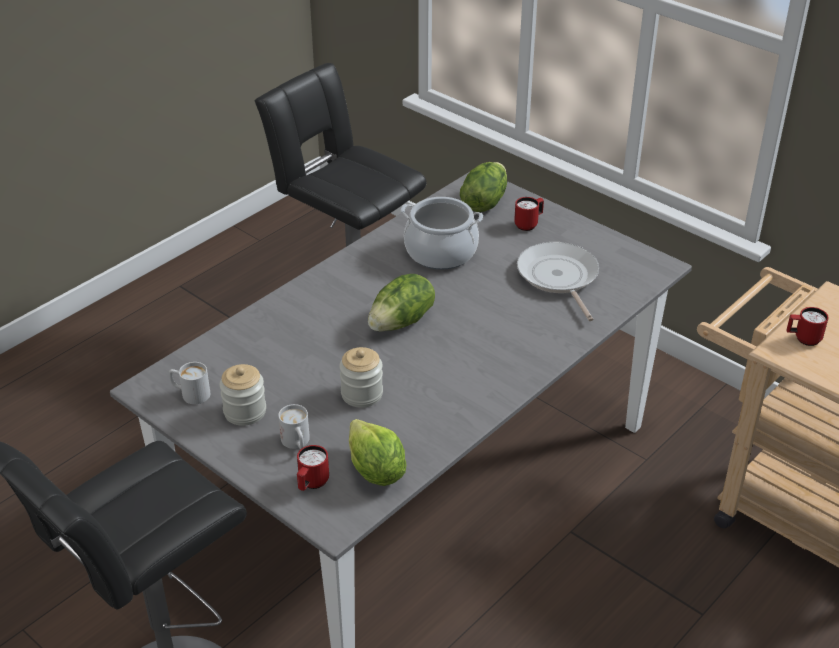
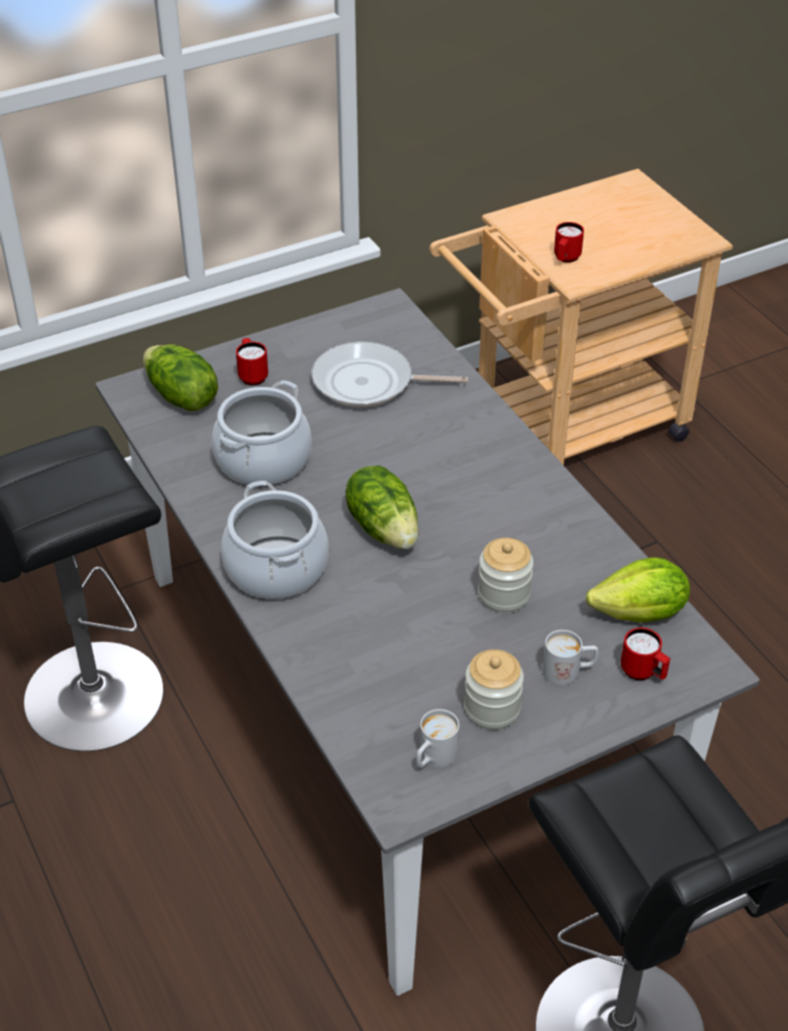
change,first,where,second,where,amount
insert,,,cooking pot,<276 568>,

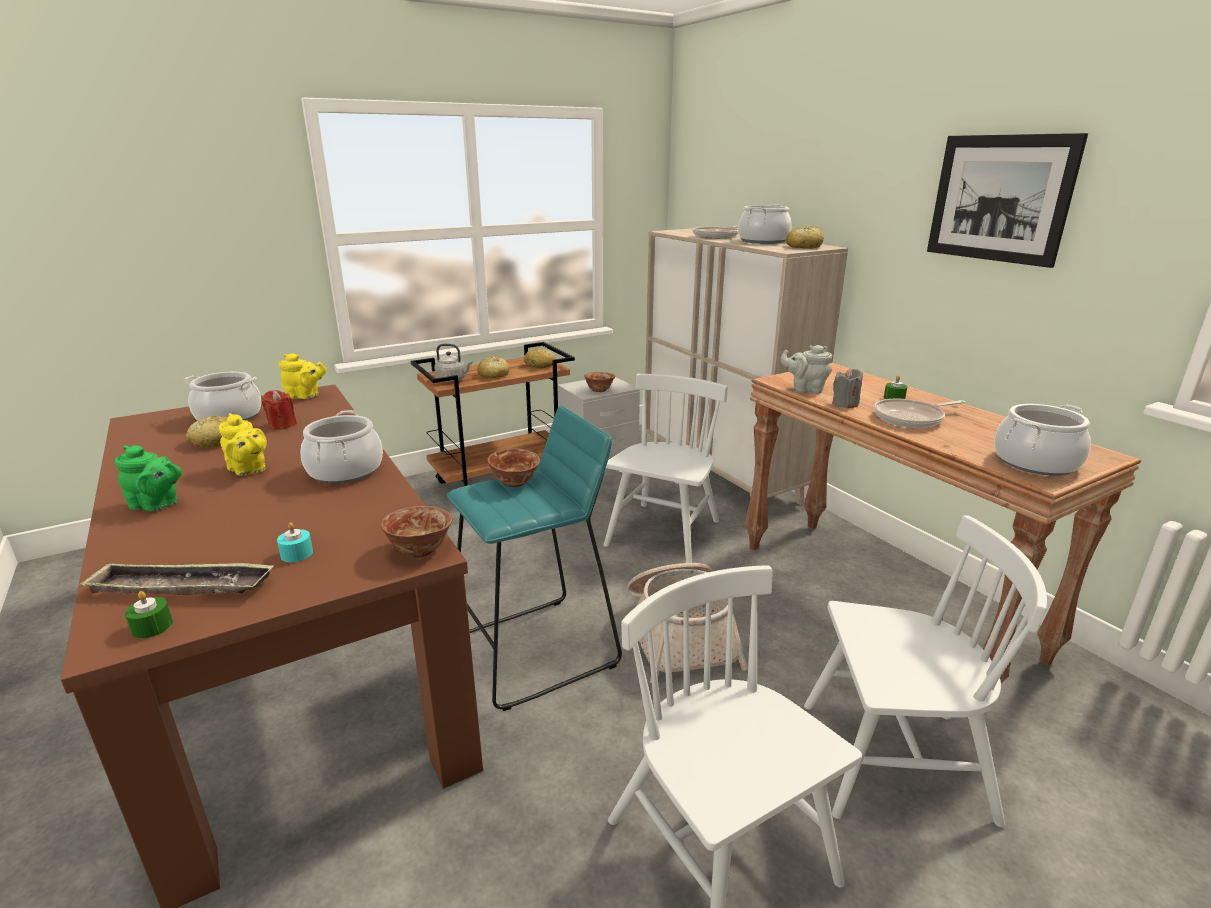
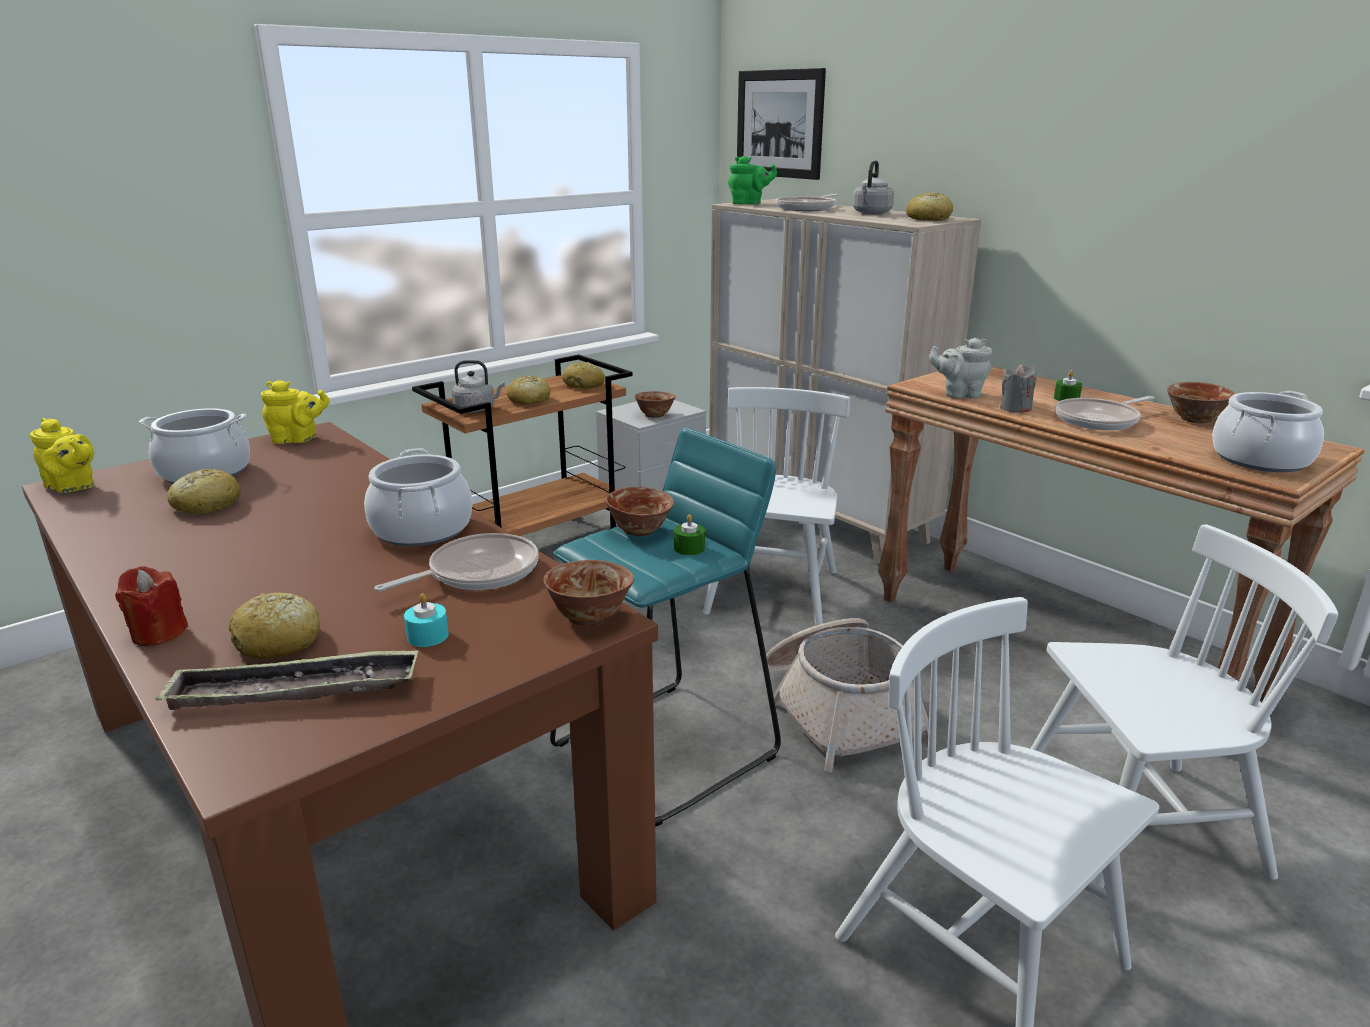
change,first,where,second,where,amount
insert,,,bread,<278 642>,
insert,,,frying pan,<477 572>,
insert,,,bowl,<1194 419>,
move,green teapot,<157 505>,,<749 204>,
move,green candle,<152 626>,,<689 548>,
move,yellow teapot,<248 470>,,<72 487>,
move,red candle,<282 425>,,<158 633>,
move,picture,<1000 198>,,<779 124>,
replace,cooking pot,<763 241>,grey kettle,<871 213>,

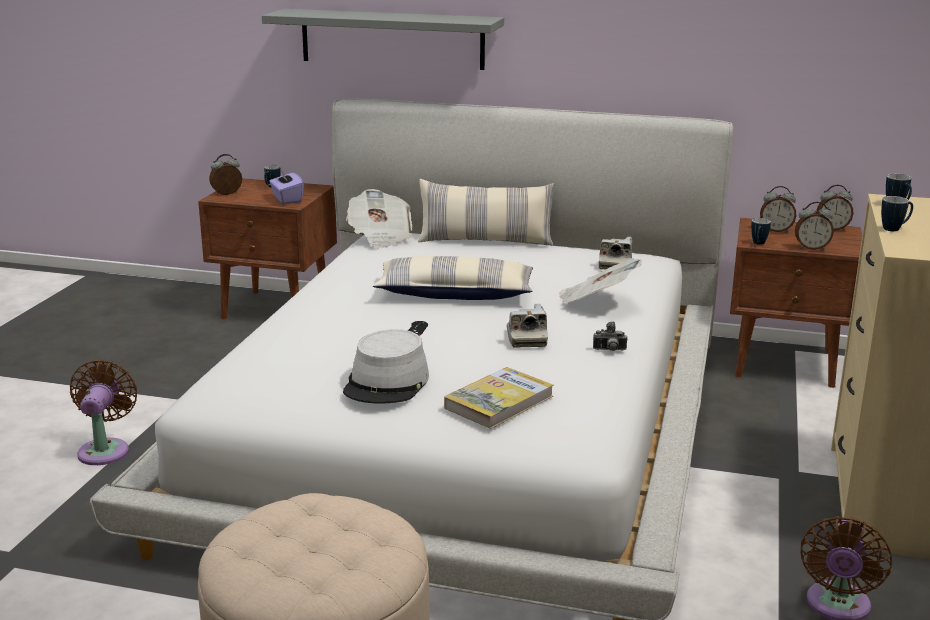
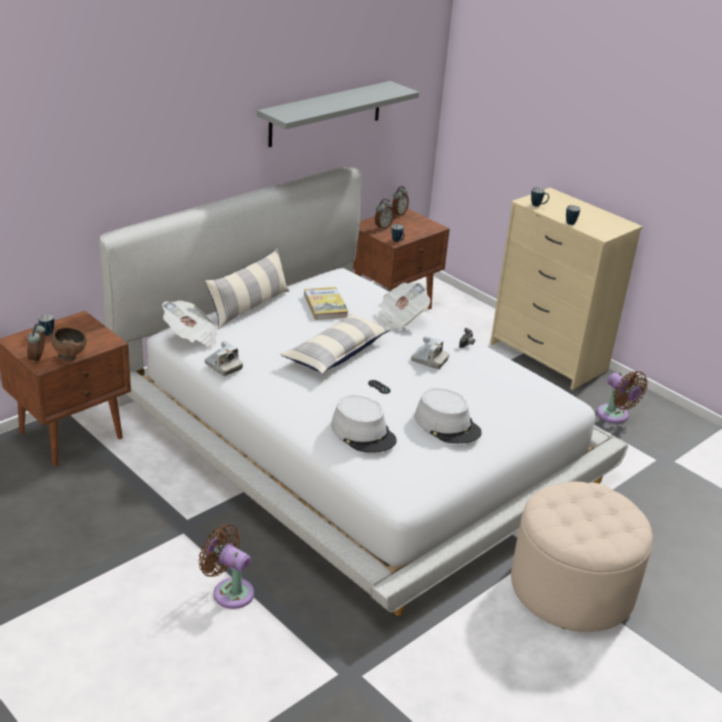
change,first,where,second,where,amount
delete,purple tissue box,<287 199>,,,
delete,alarm clock,<811 248>,,,
insert,,,brown bowl,<70 358>,
insert,,,grey hat,<363 433>,
move,grey shelf,<392 39>,,<326 113>,
move,book,<499 402>,,<325 306>,
move,photo camera,<615 264>,,<223 366>,

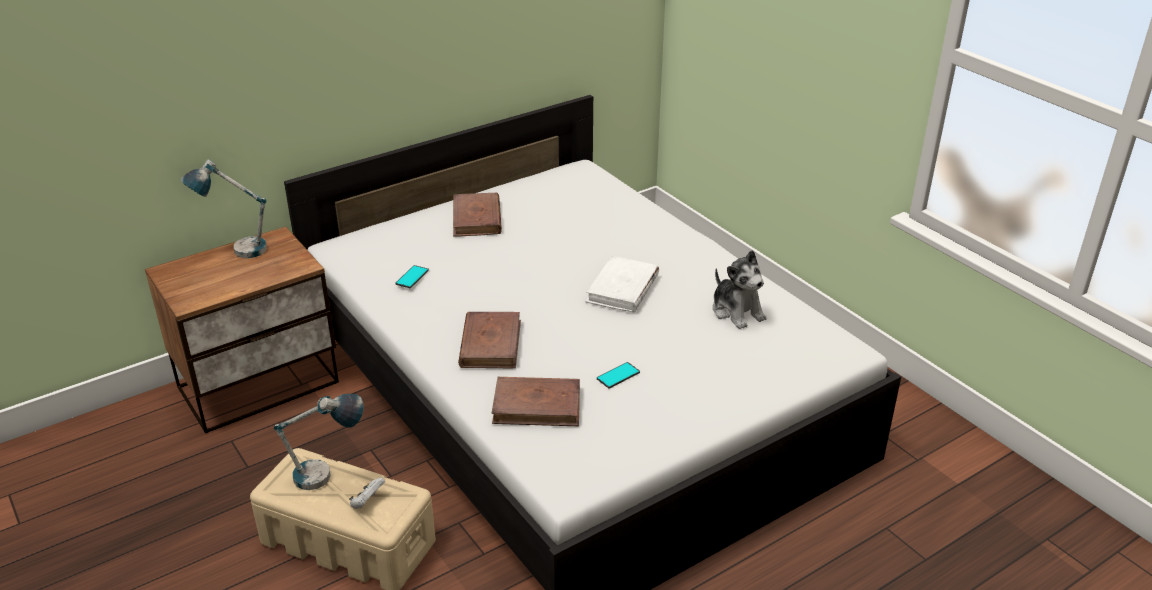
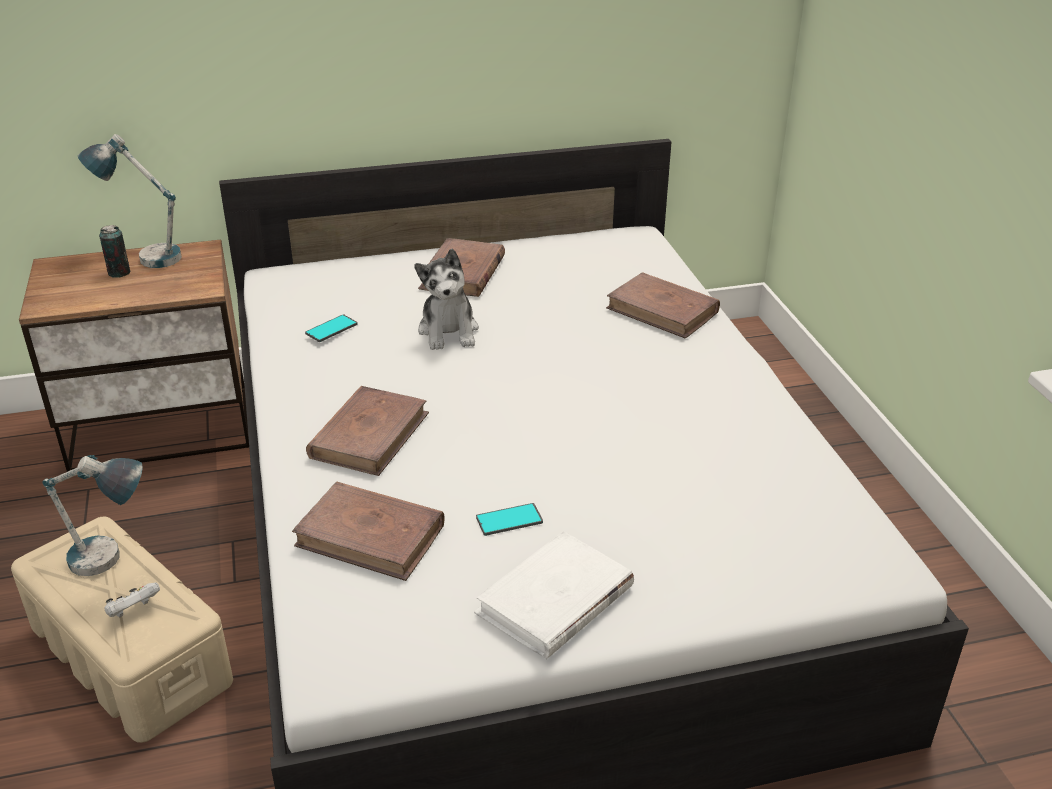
change,first,where,second,where,amount
insert,,,can,<119 273>,
insert,,,brown book,<663 310>,
move,white book,<622 288>,,<554 600>,
move,plush toy,<737 311>,,<449 331>,

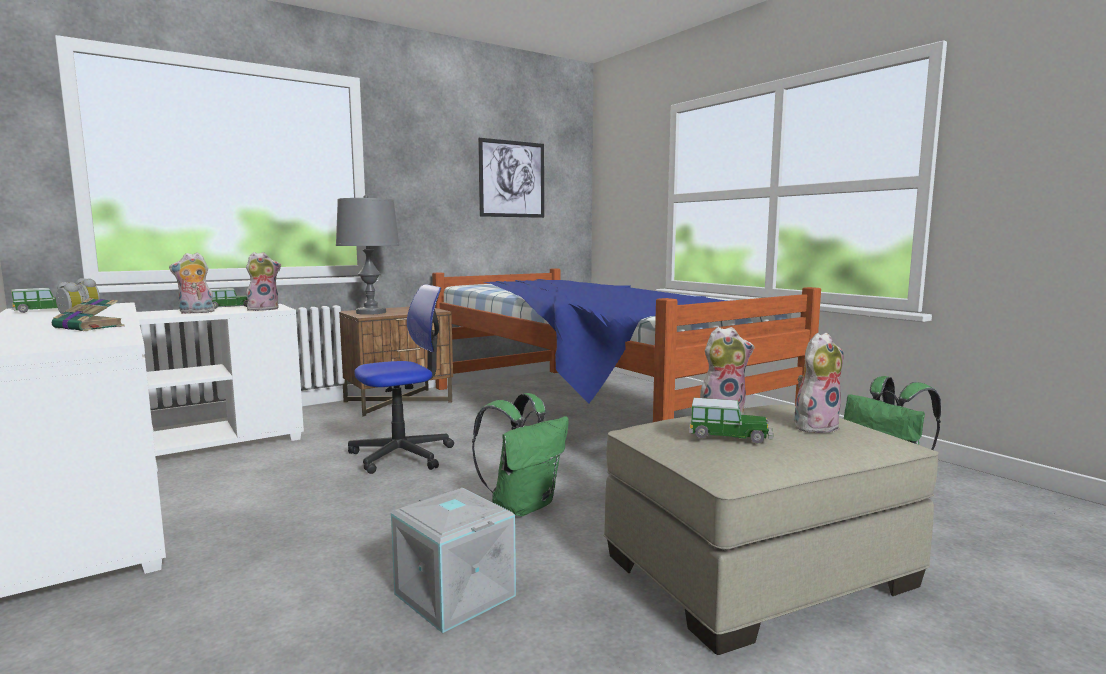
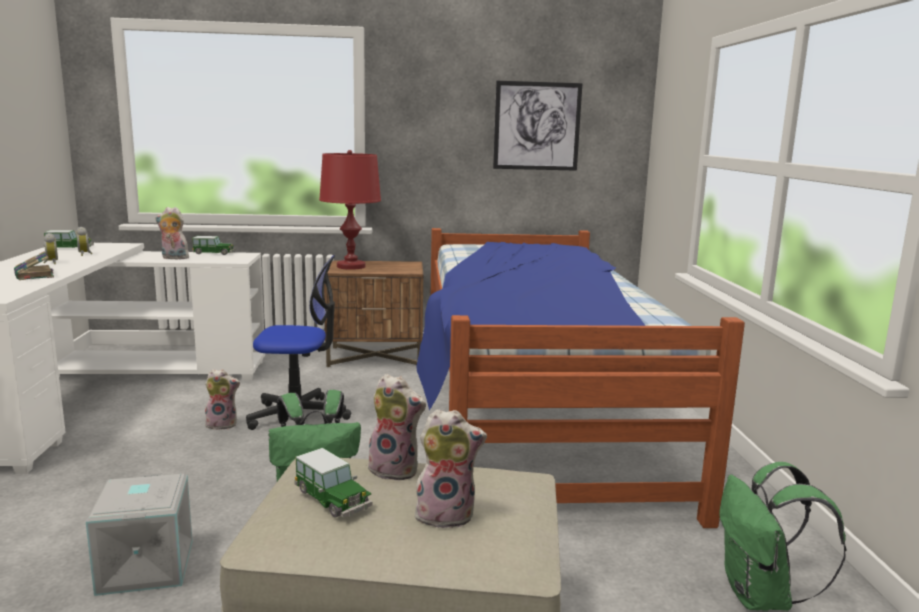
change,first,where,second,where,amount
move,plush toy,<264 309>,,<223 424>,
recolor,grey table lamp,<371 312>,red table lamp,<351 266>,

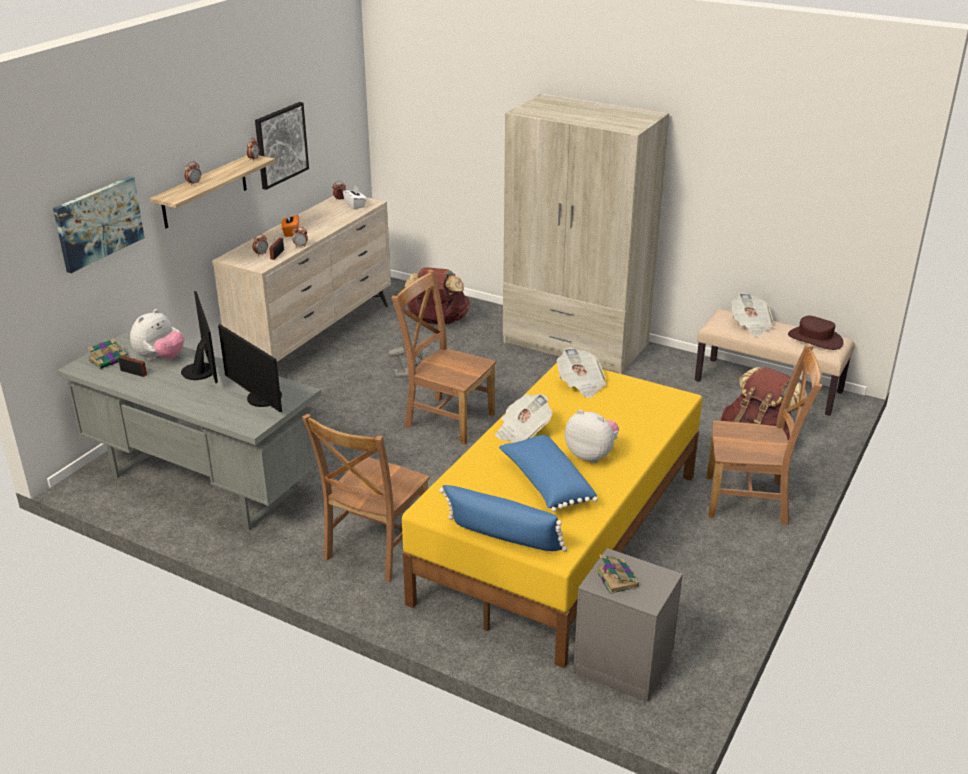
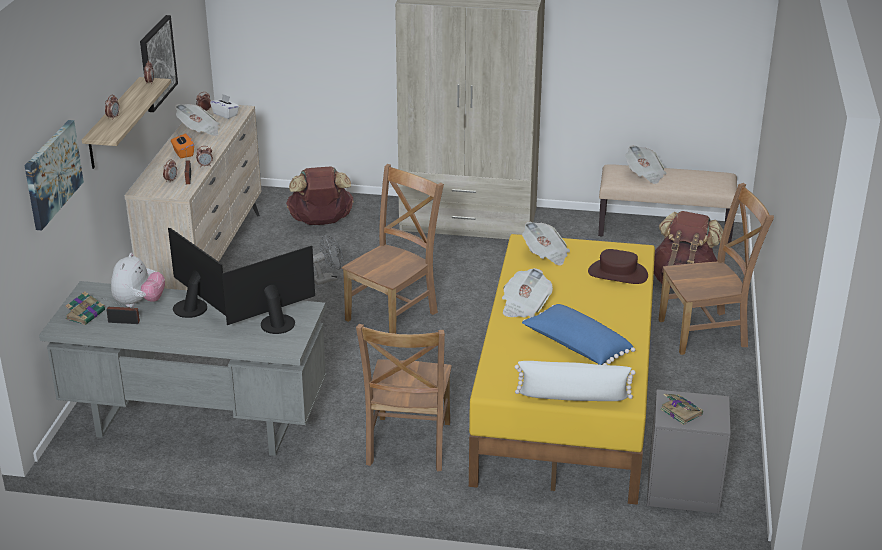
change,first,where,second,where,amount
delete,plush toy,<591 455>,,,
insert,,,newspaper,<199 130>,
move,brown hat,<815 339>,,<617 274>,
recolor,blue pillow,<504 538>,white pillow,<573 399>,
rotate,monitor,<261 399>,,<275 322>,120 degrees clockwise
rotate,brown chair,<446 419>,,<394 314>,120 degrees clockwise

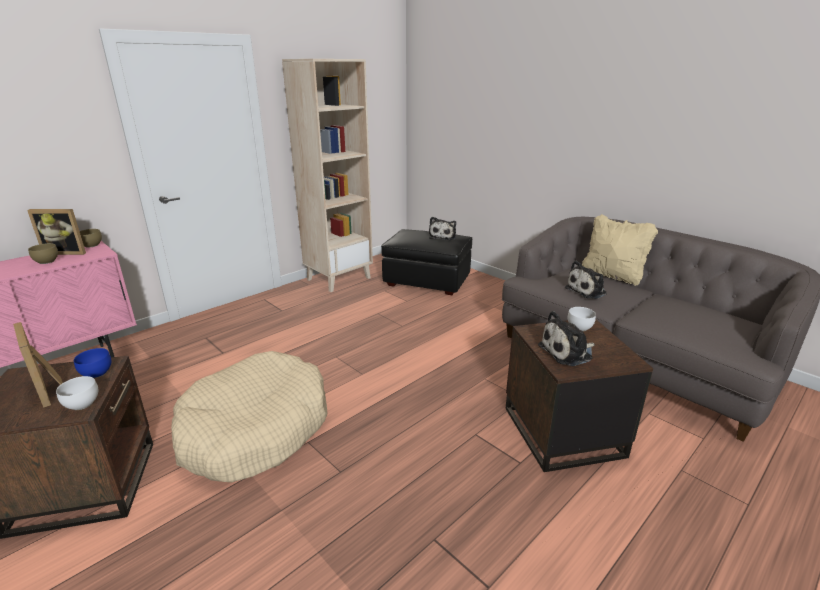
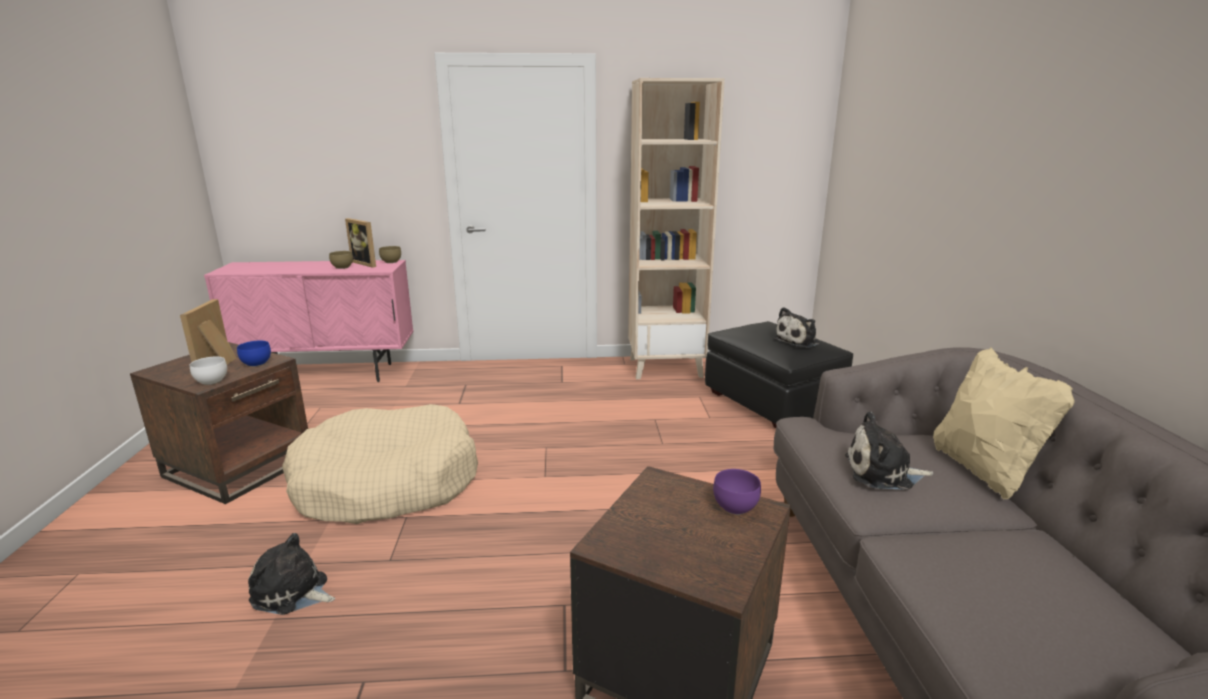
change,first,where,second,where,amount
move,plush toy,<568 352>,,<293 593>,
recolor,white bowl,<579 327>,purple bowl,<735 506>,

